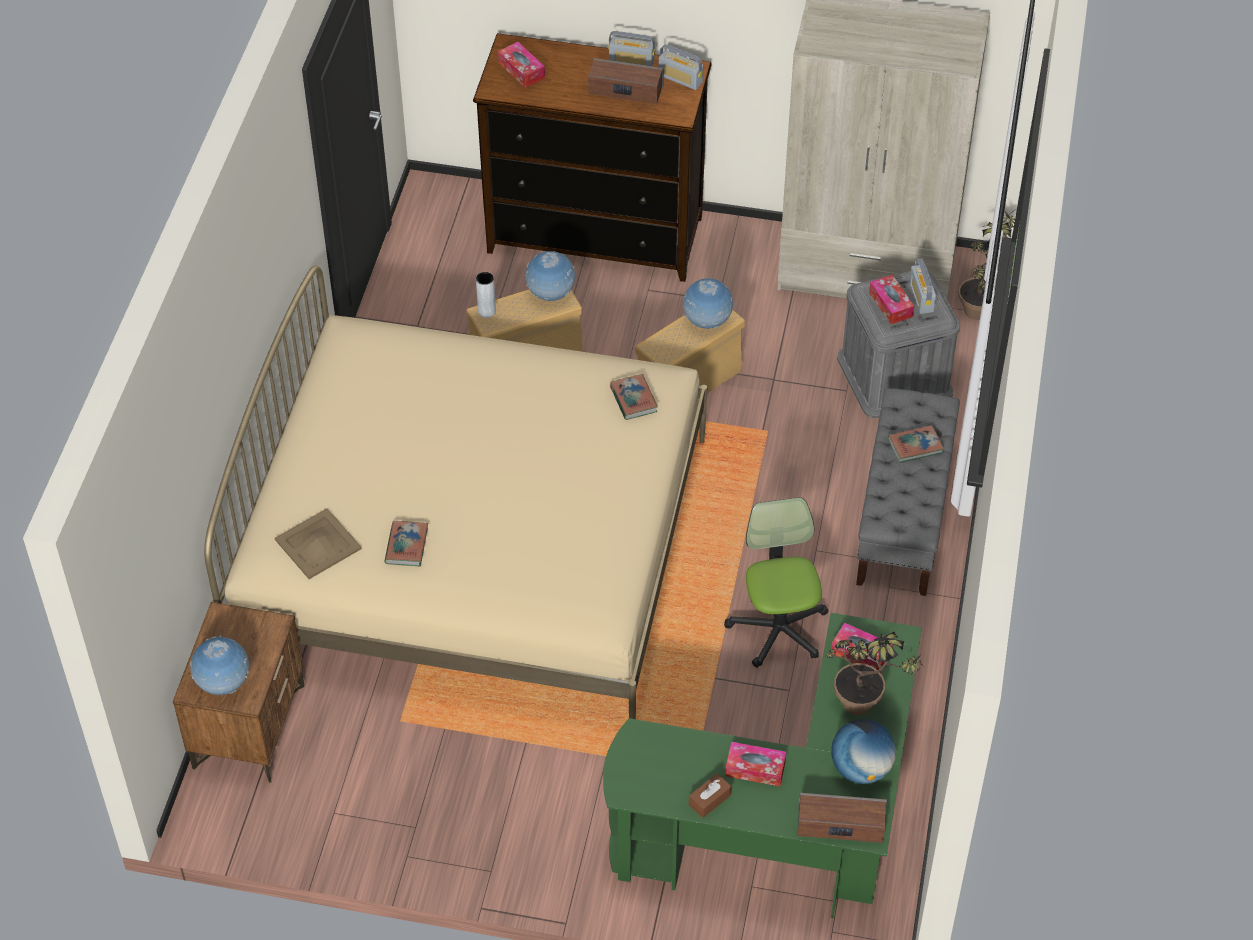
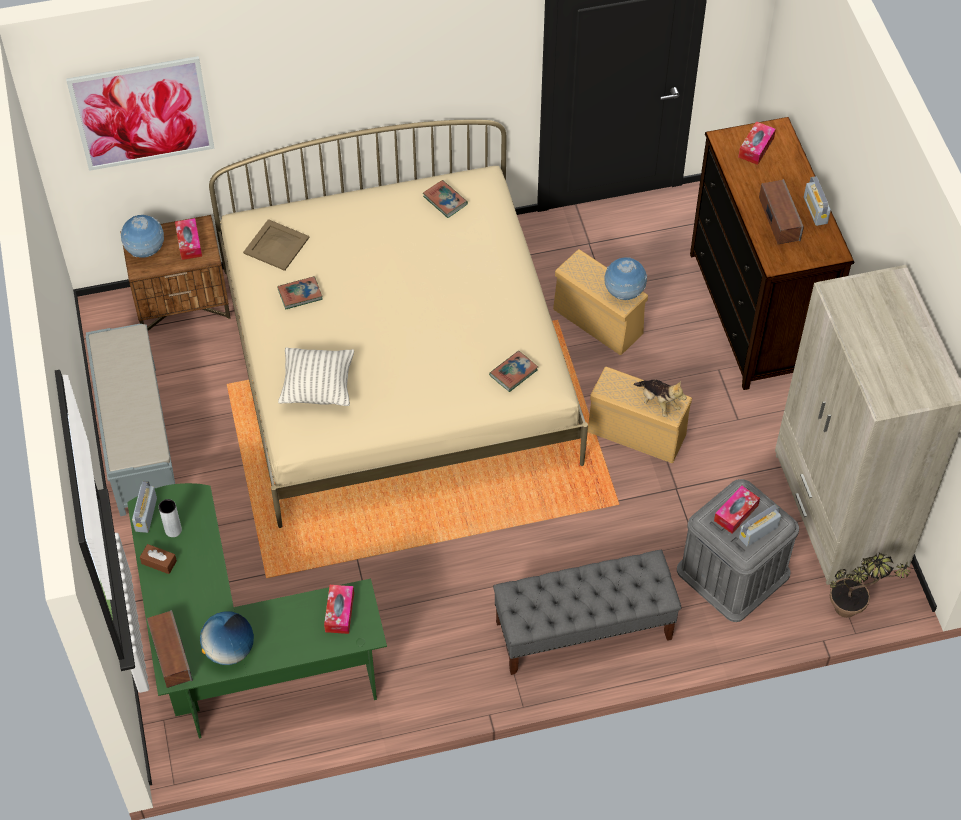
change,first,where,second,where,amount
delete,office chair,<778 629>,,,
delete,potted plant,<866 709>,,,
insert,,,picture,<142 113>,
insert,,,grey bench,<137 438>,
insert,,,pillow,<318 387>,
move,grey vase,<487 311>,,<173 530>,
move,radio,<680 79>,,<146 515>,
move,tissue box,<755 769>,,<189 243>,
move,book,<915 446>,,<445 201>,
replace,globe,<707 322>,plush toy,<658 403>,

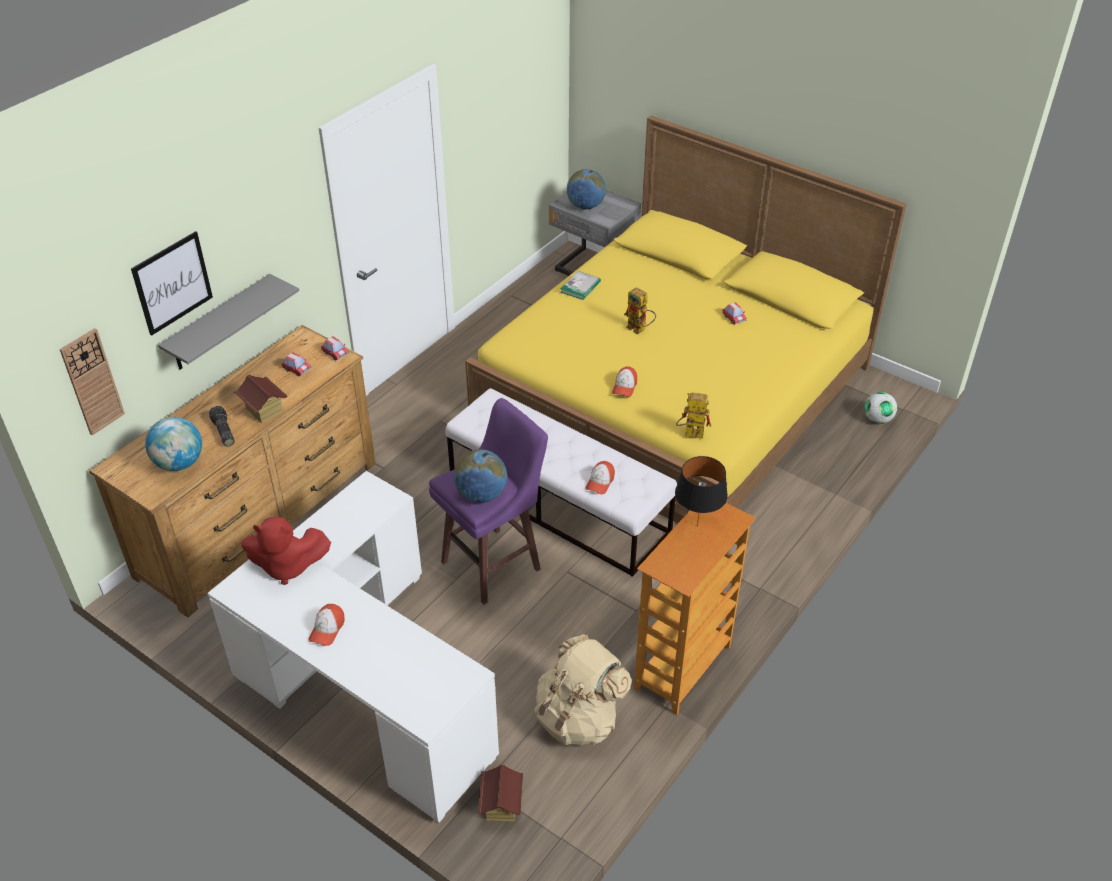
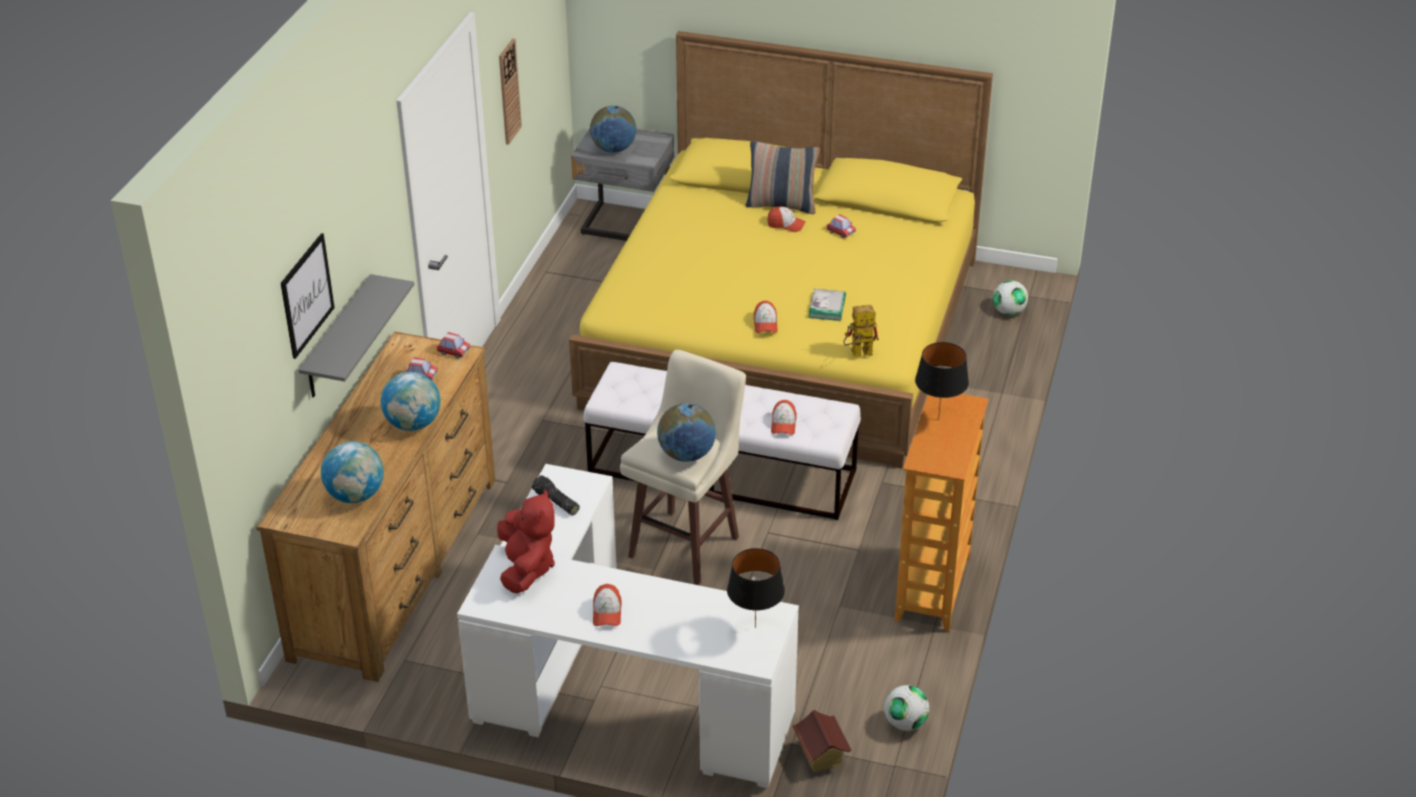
change,first,where,second,where,amount
delete,beige backpack,<578 718>,,,
delete,toy robot,<640 329>,,,
insert,,,black table lamp,<754 627>,
insert,,,pillow,<781 205>,
insert,,,cap,<786 225>,
insert,,,football,<905 723>,
move,wall clock,<92 382>,,<509 91>,
move,flashlight,<223 432>,,<555 502>,
move,book,<580 287>,,<827 307>,
replace,toy house,<264 410>,globe,<413 424>,
recolor,purple stool,<494 564>,beige stool,<686 545>,
rotate,red plush toy,<287 566>,,<526 568>,75 degrees counterclockwise

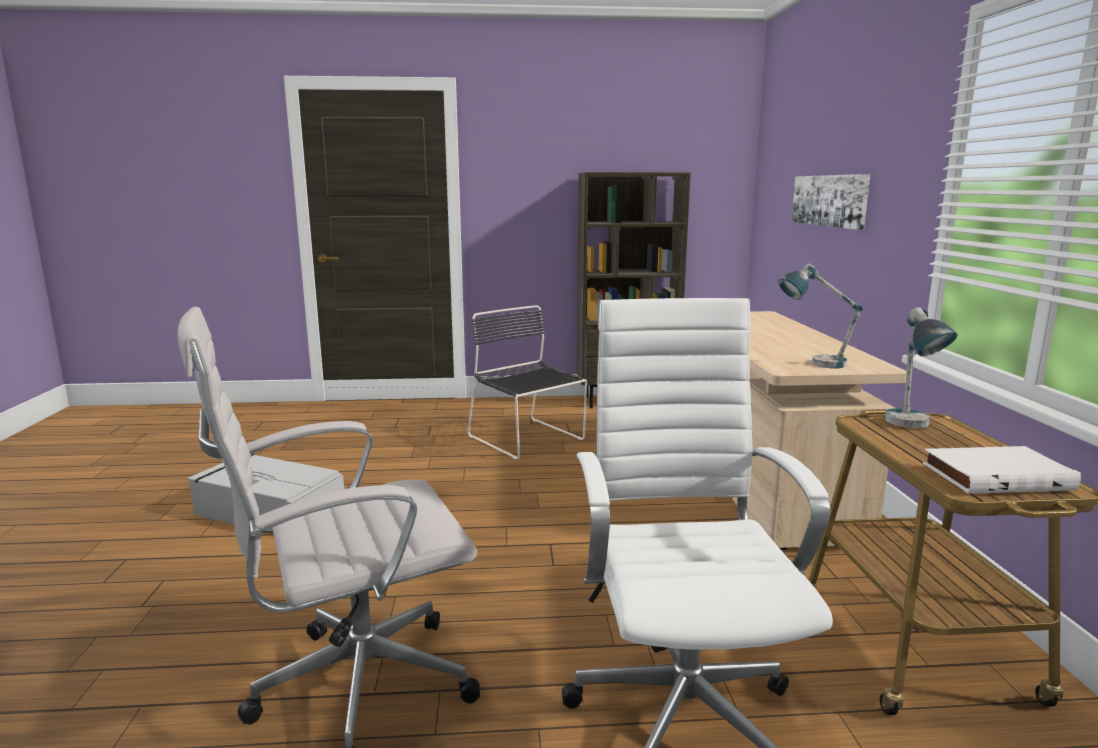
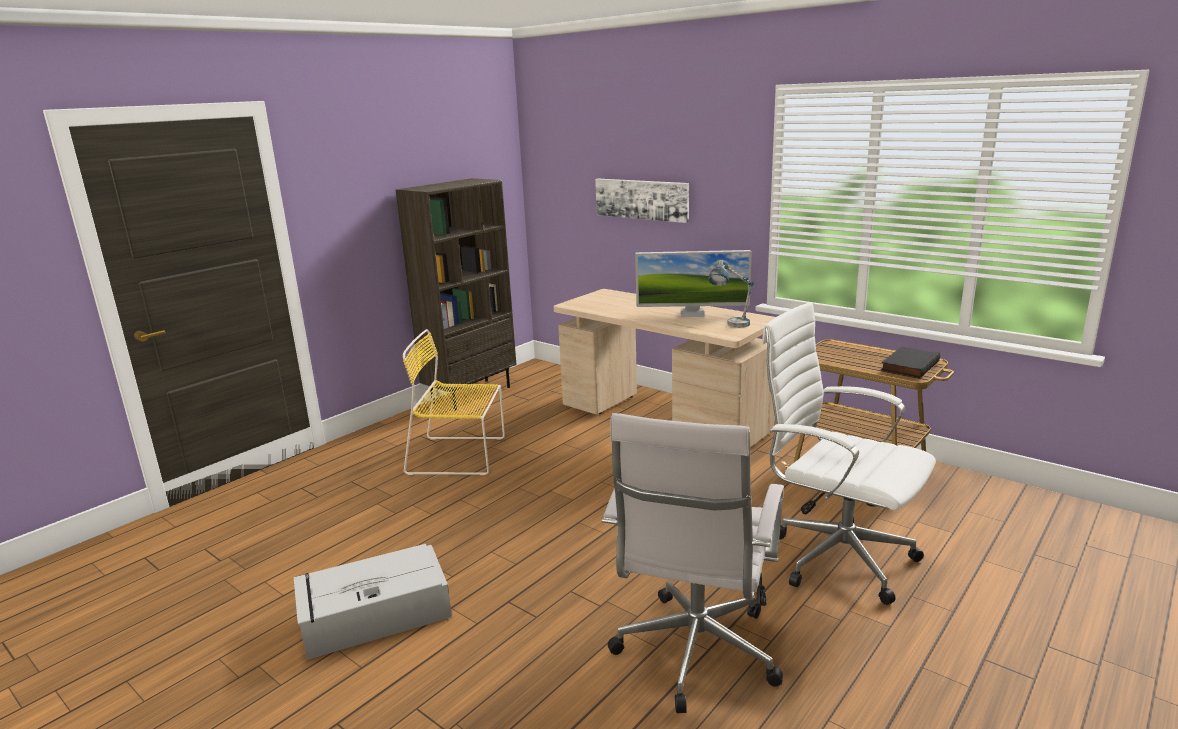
change,first,where,second,where,amount
delete,table lamp,<911 427>,,,
insert,,,monitor,<692 314>,
recolor,black chair,<528 439>,yellow chair,<460 455>,
recolor,white book,<995 475>,black book,<908 365>,

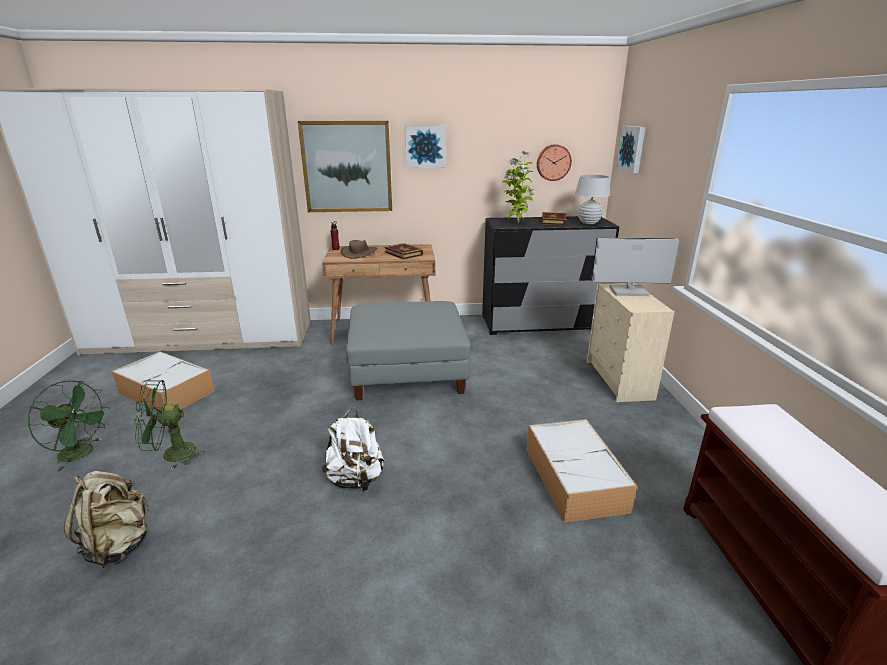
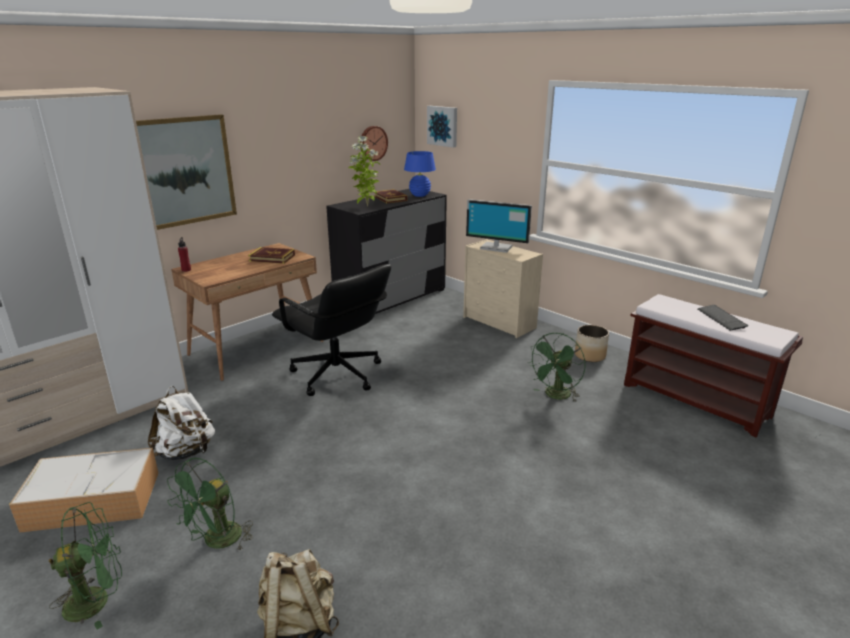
change,first,where,second,where,amount
delete,brown hat,<359 253>,,,
delete,picture,<425 146>,,,
insert,,,planter,<590 356>,
insert,,,keyboard,<721 318>,
move,white backpack,<355 480>,,<186 452>,
replace,grey ottoman,<407 371>,black office chair,<337 375>,
replace,storage box,<575 480>,green fan,<555 396>,
recolor,white table lamp,<588 223>,blue table lamp,<419 195>,
rotate,monitor,<629 292>,,<496 247>,120 degrees counterclockwise

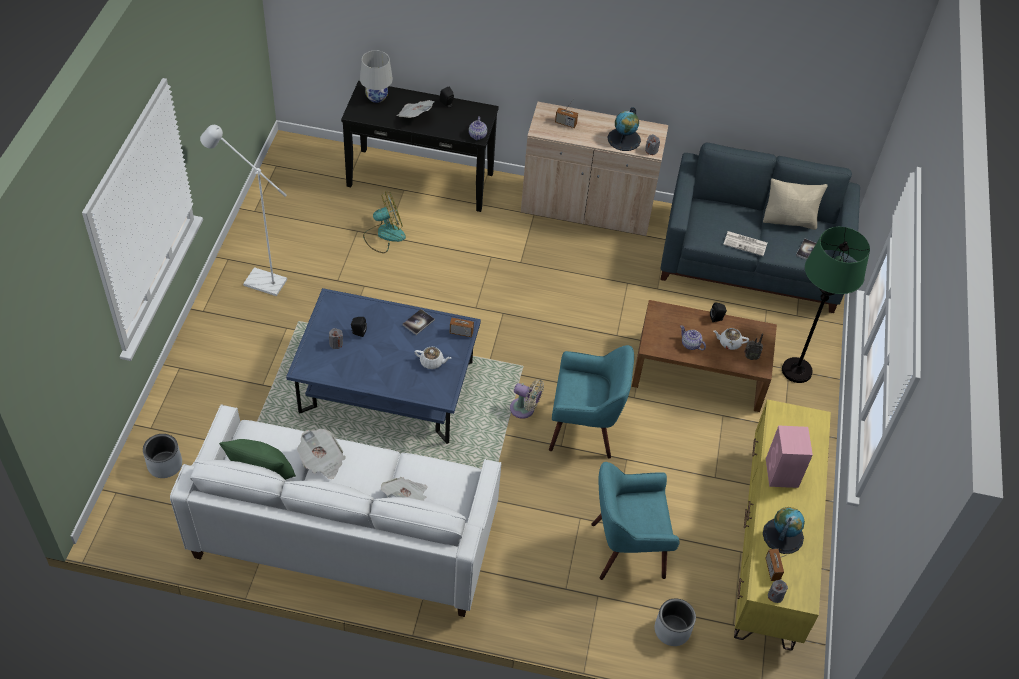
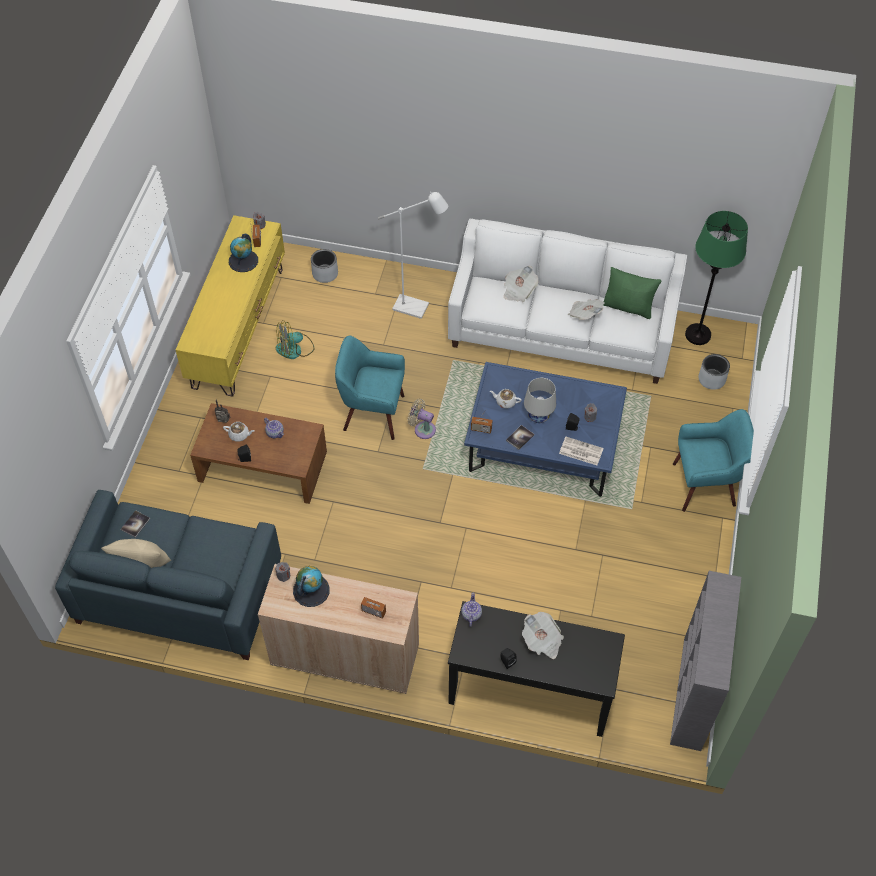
change,first,where,second,where,amount
delete,pink speaker,<782 474>,,,
insert,,,grey bookcase,<692 694>,
move,white floor lamp,<258 280>,,<416 308>,
move,white table lamp,<376 97>,,<538 416>,
move,fan,<384 235>,,<295 349>,
move,turquoise armchair,<626 549>,,<705 485>,
move,newspaper,<746 244>,,<580 451>,
move,green floor lamp,<796 371>,,<698 334>,

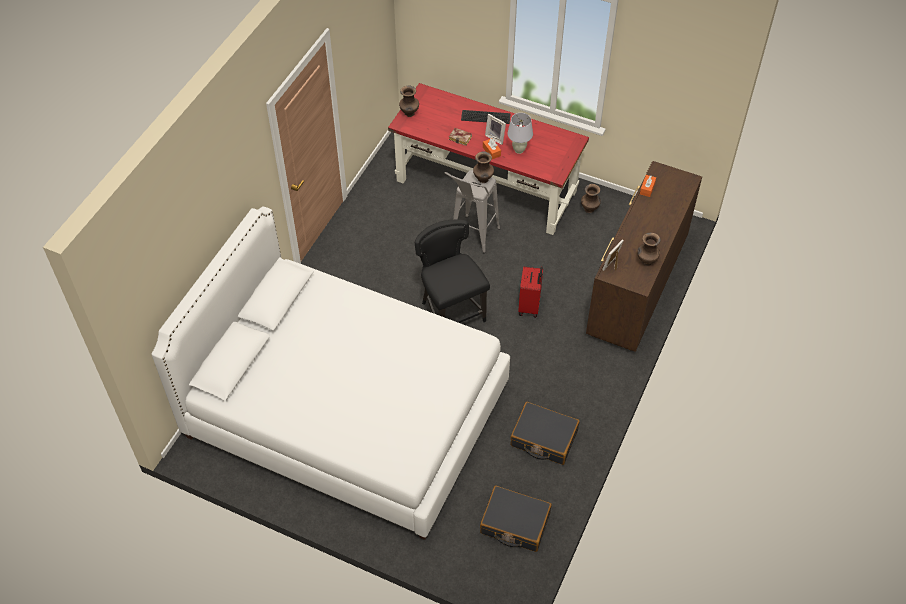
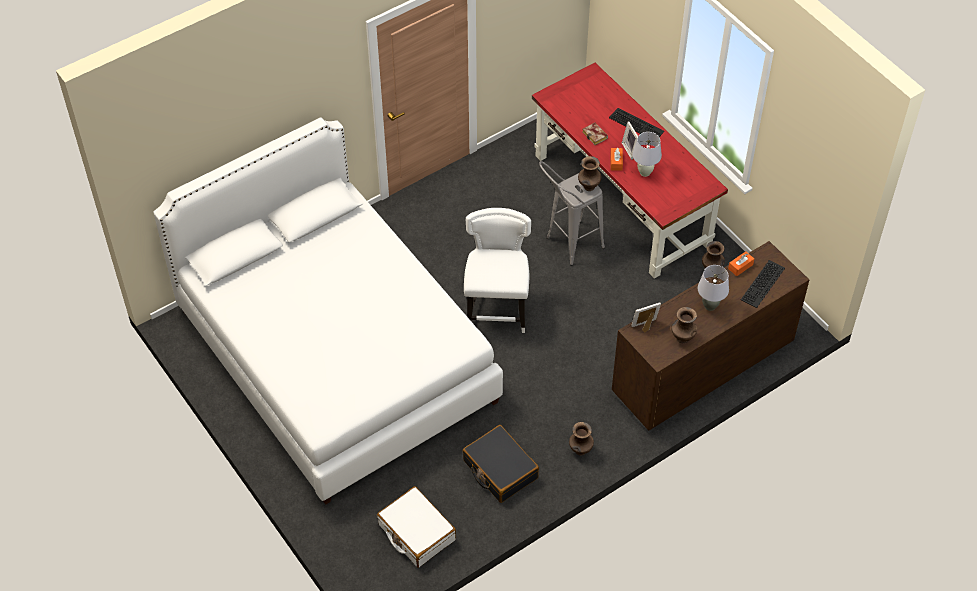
change,first,where,second,where,amount
delete,red suitcase,<530 306>,,,
insert,,,grey table lamp,<710 306>,
insert,,,keyboard,<763 285>,
move,brown vase,<409 113>,,<580 450>,
recolor,black chair,<451 312>,white chair,<497 308>,
recolor,black suitcase,<515 523>,white suitcase,<416 532>,

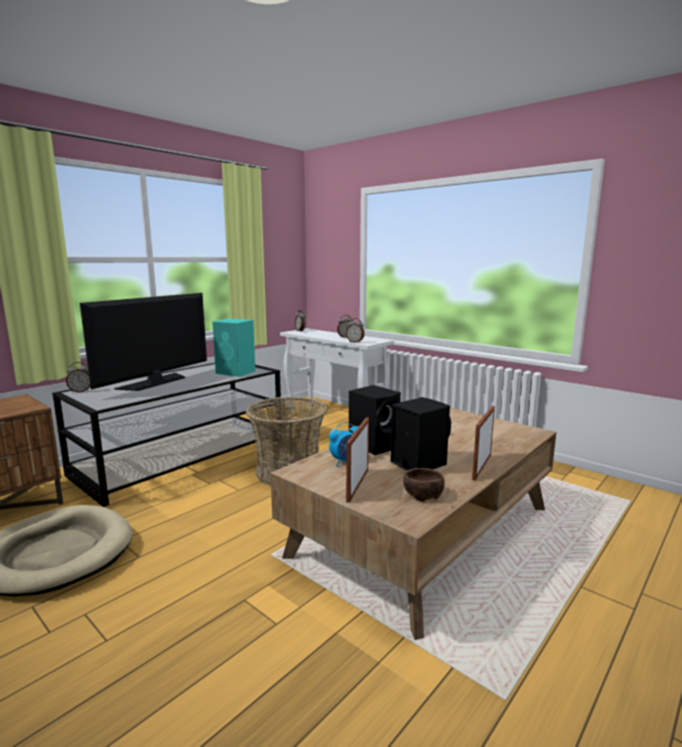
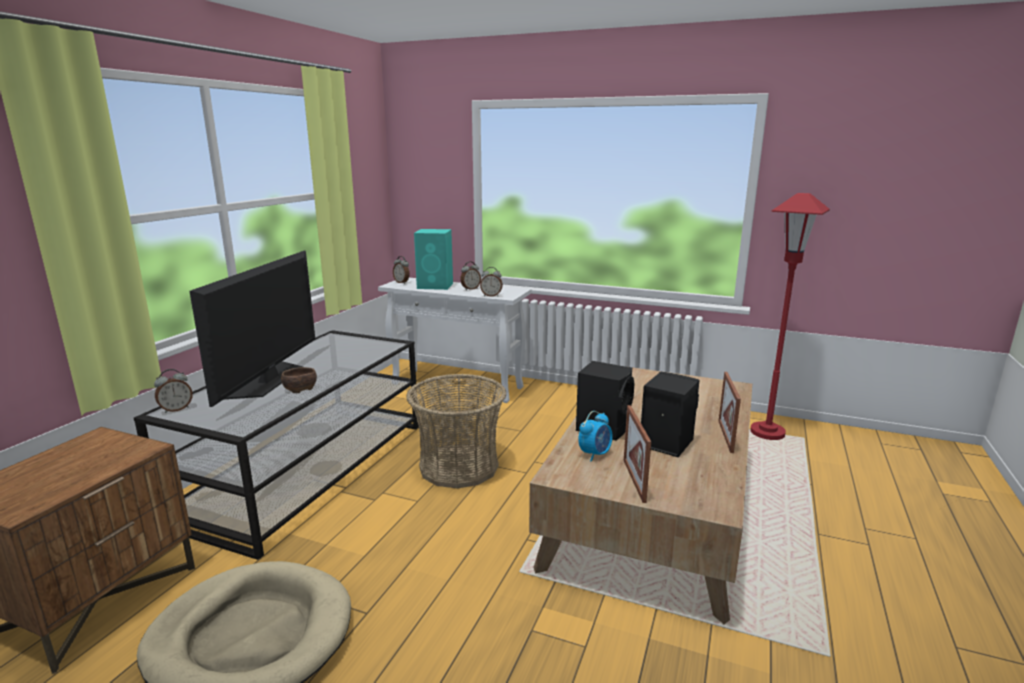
change,first,where,second,where,amount
insert,,,red floor lamp,<767 433>,
move,turquoise speaker,<236 372>,,<436 286>,
move,brown bowl,<422 494>,,<299 388>,

